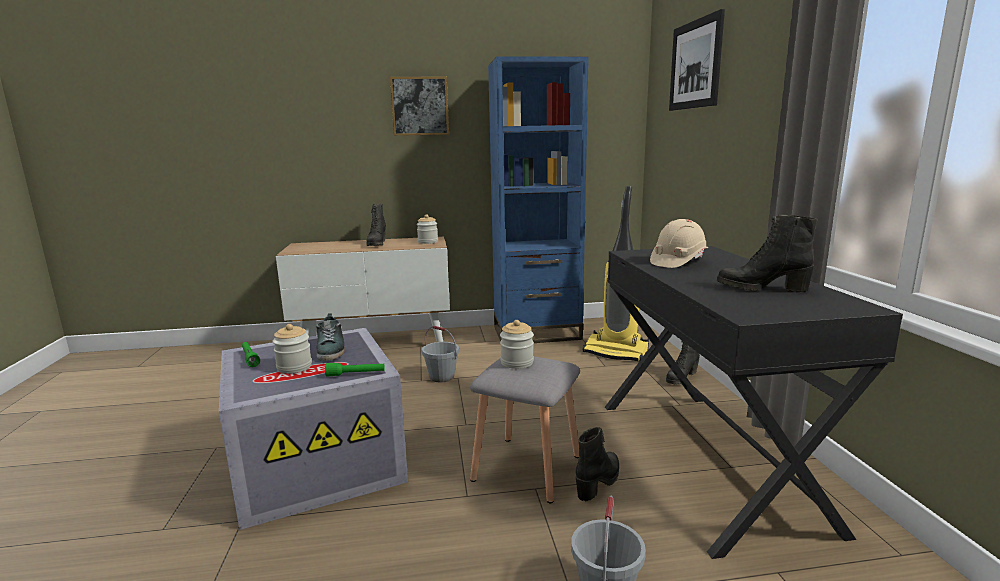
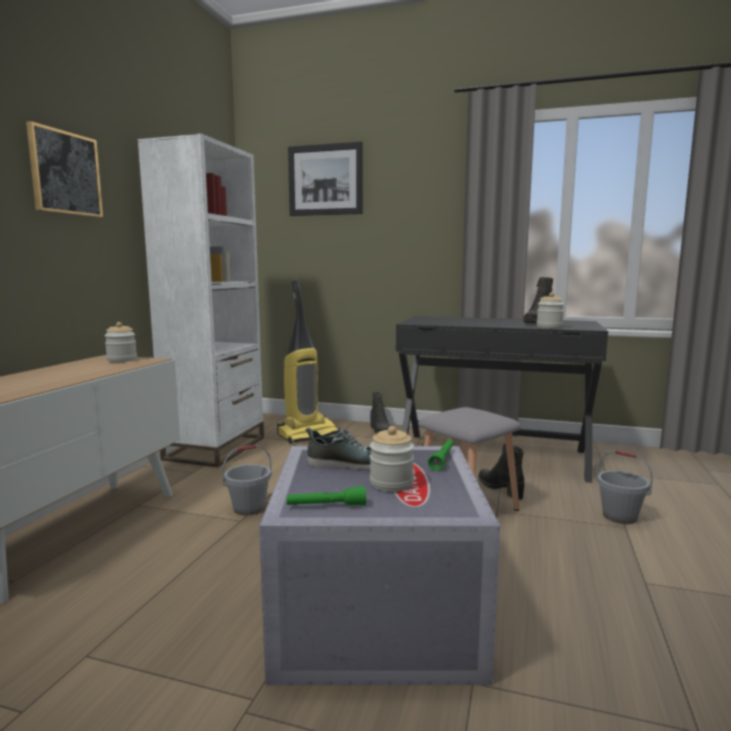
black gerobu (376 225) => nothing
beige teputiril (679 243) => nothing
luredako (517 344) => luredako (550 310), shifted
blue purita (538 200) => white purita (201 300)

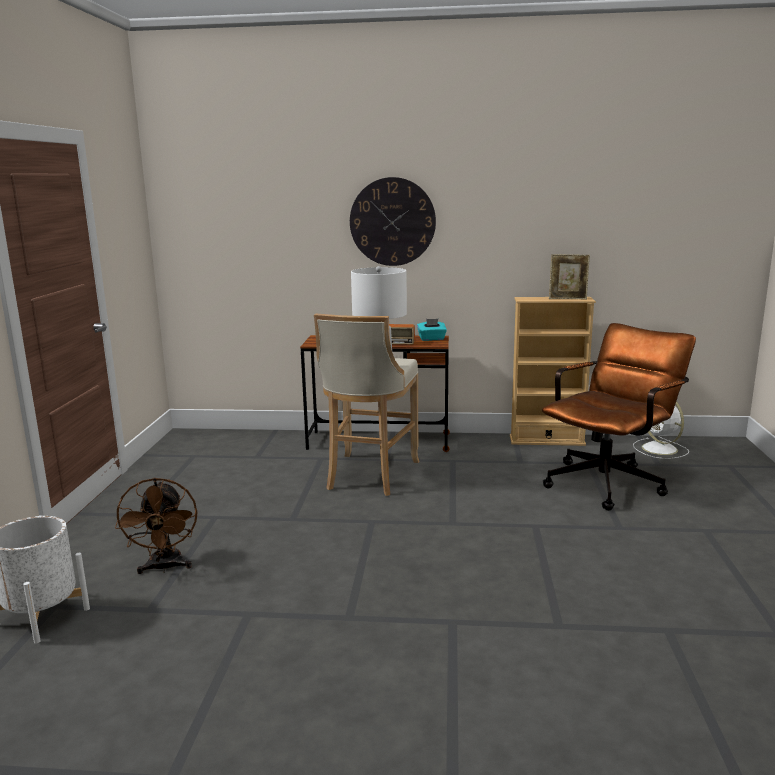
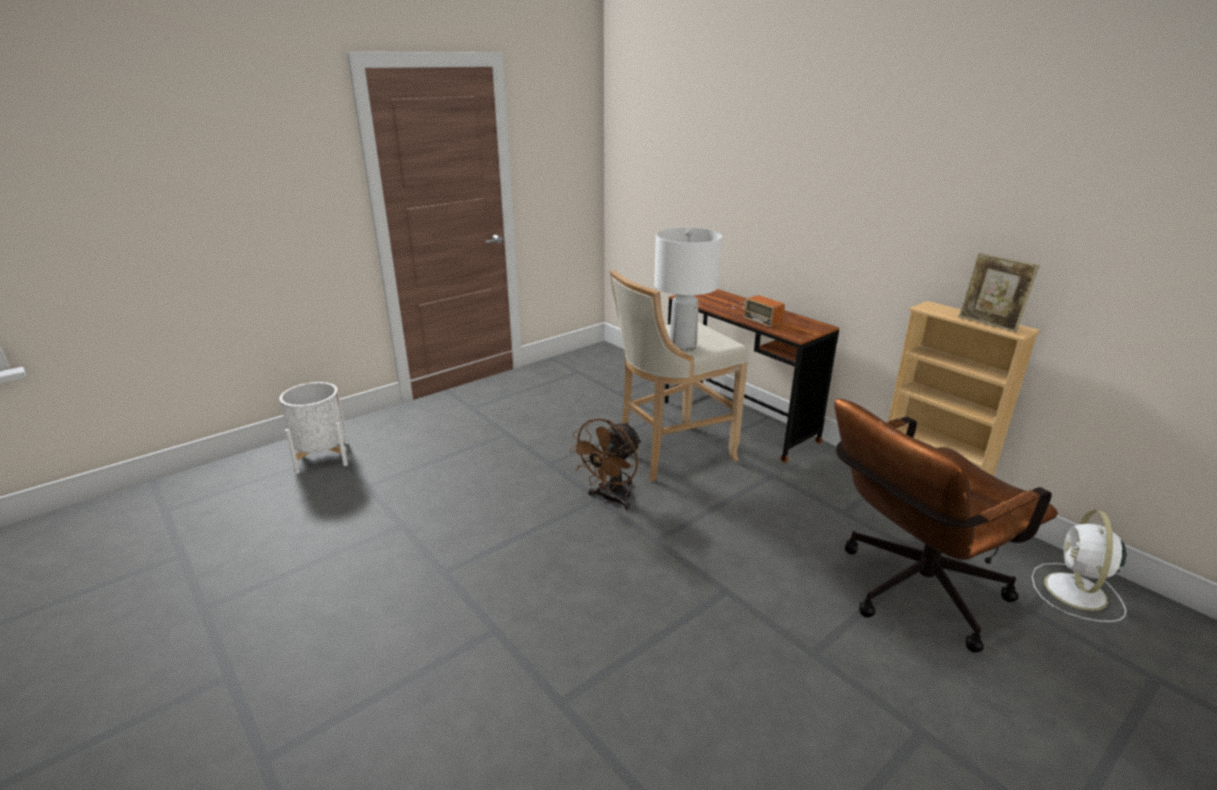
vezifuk (393 221) => nothing
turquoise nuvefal (432 330) => nothing
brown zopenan (156 525) => brown zopenan (605 464), shifted
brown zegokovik (619 417) => brown zegokovik (946 525), 150 degrees clockwise

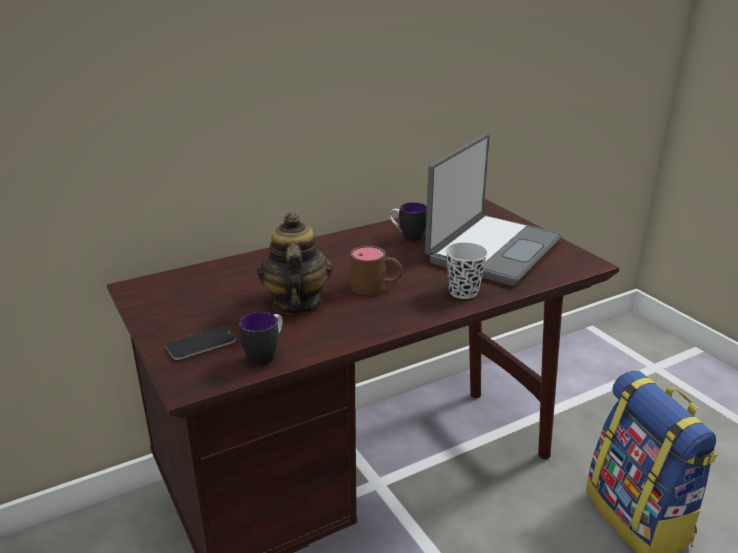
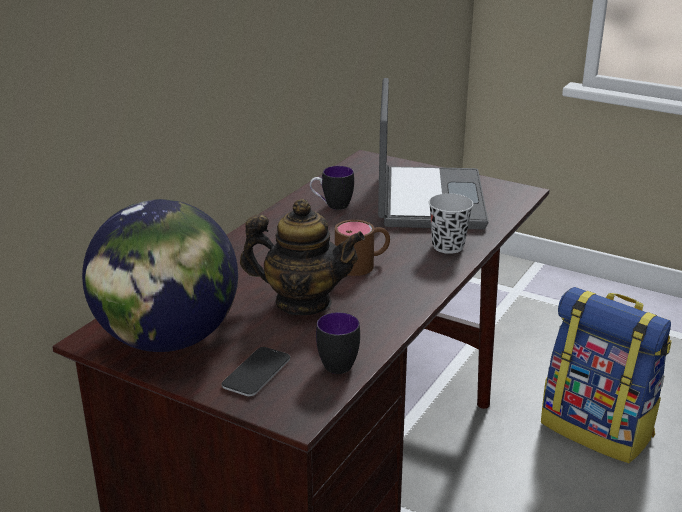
nothing => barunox (160 275)
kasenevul (295 263) => kasenevul (302 257), 135 degrees clockwise

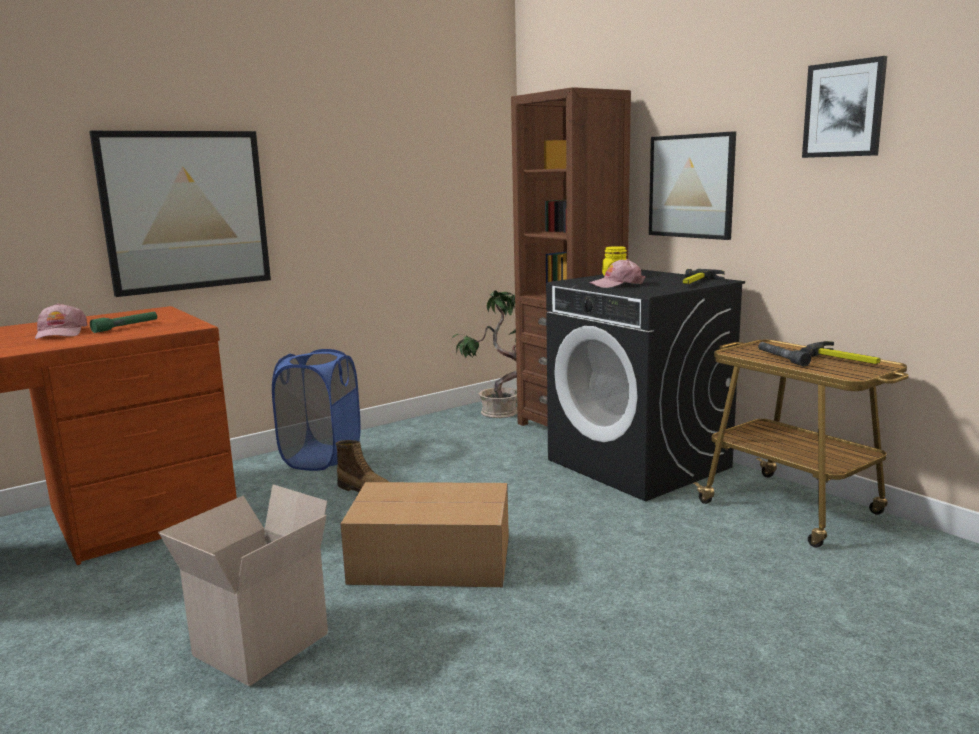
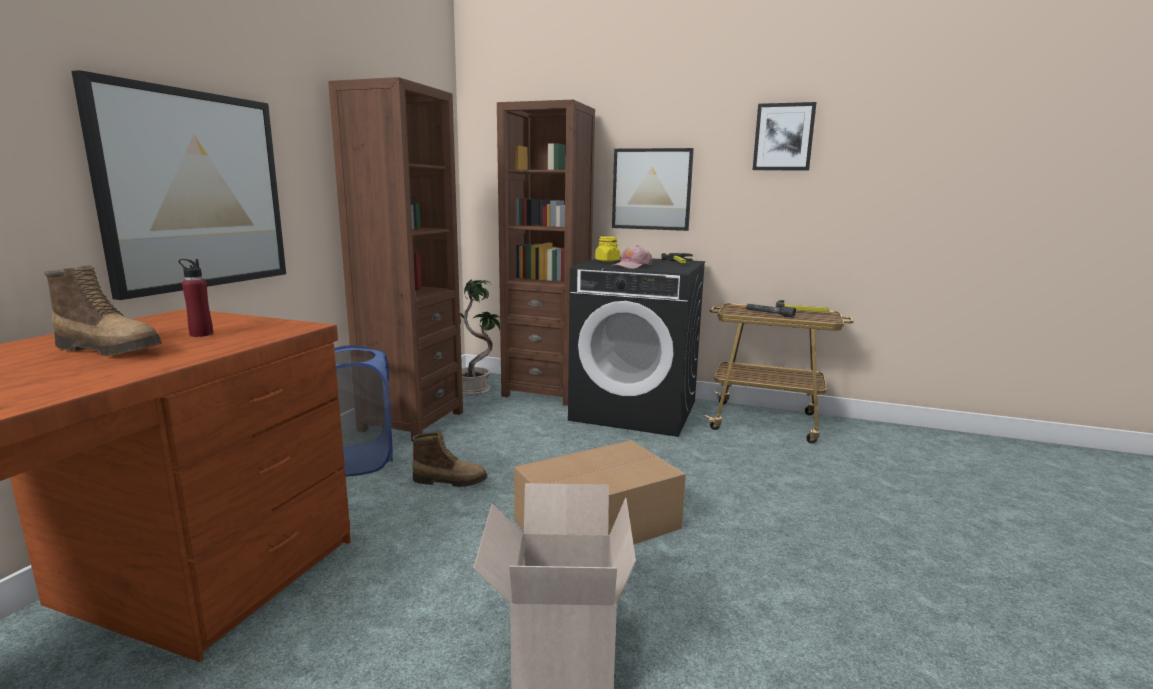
nothing => brown purita (395 259)
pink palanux (61 321) => gerobu (103 311)
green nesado (123 322) => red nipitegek (196 298)

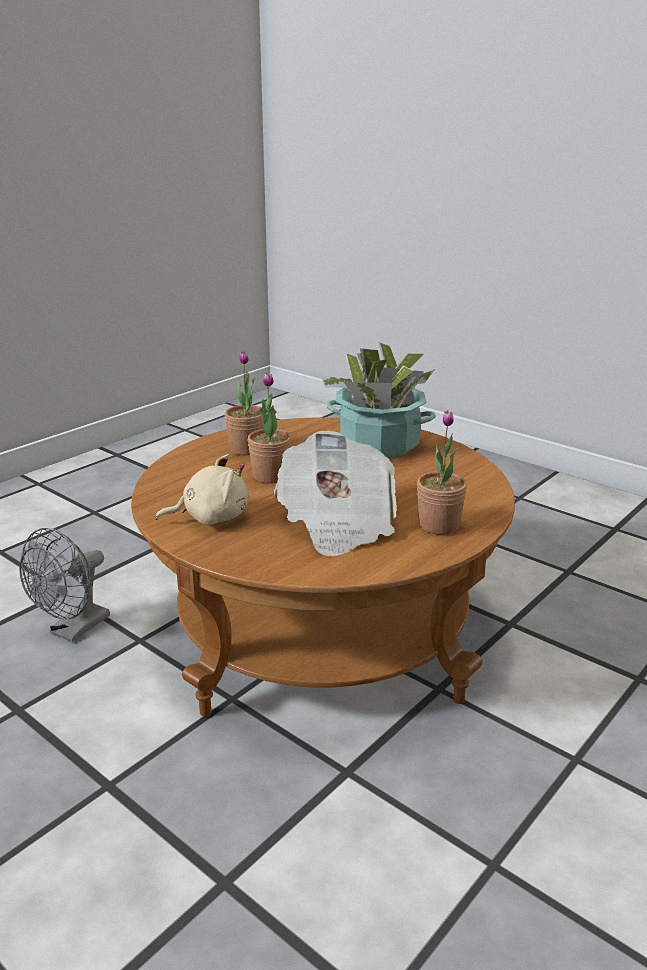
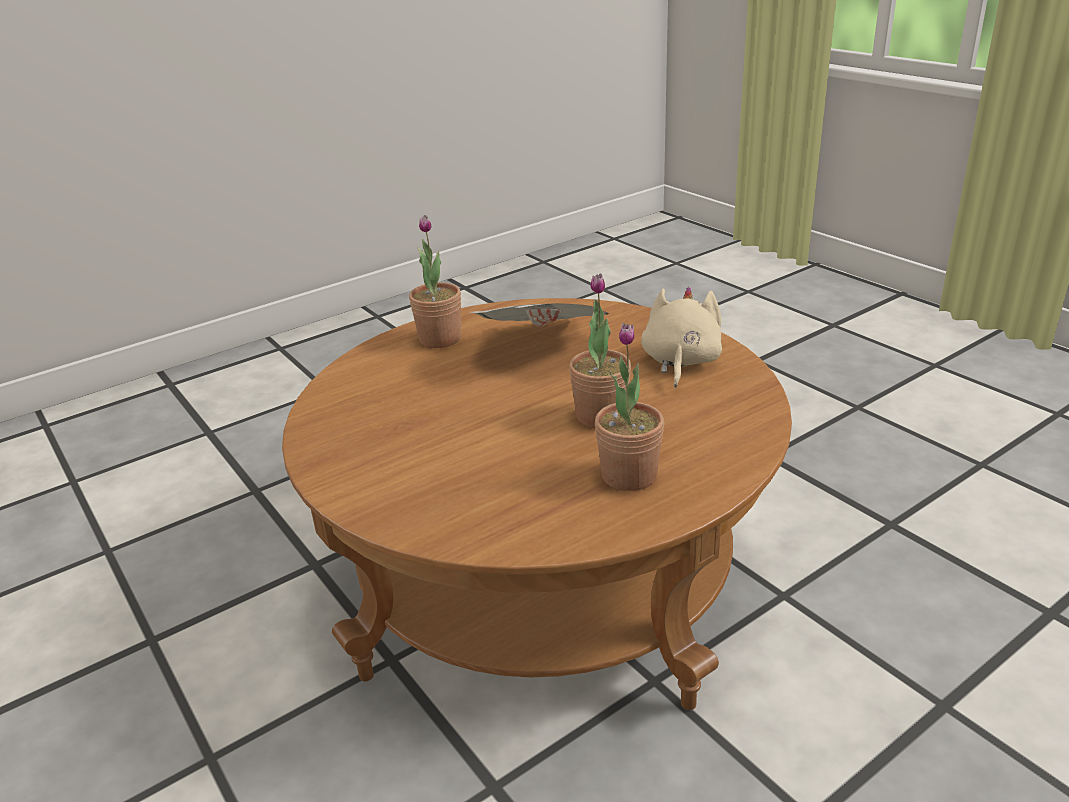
grey zopenan (64 585) => nothing
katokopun (378 400) => nothing
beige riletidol (202 489) => beige riletidol (681 337), 105 degrees clockwise

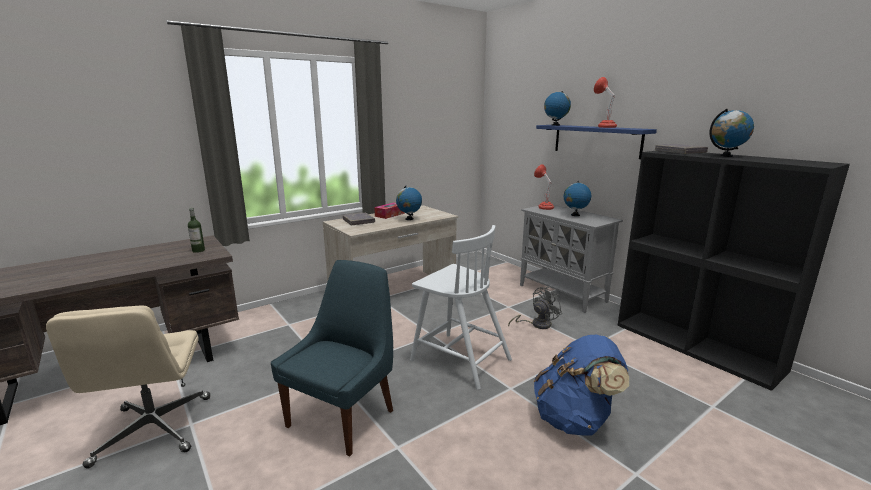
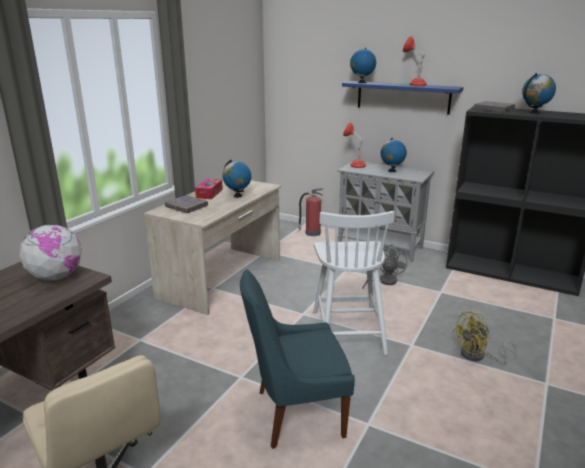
nothing => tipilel (310 212)
nipitegek (196 230) => barunox (51 252)
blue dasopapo (581 385) => yellow zopenan (485 337)
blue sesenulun (332 358) => blue sesenulun (297 359), 105 degrees counterclockwise
white sesenulun (461 307) => white sesenulun (354 283), 75 degrees clockwise

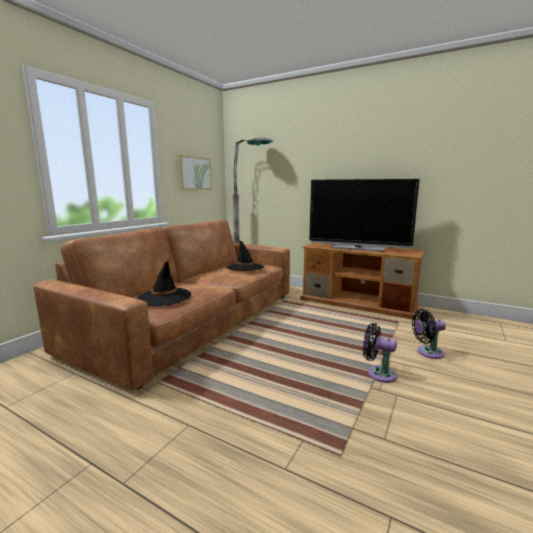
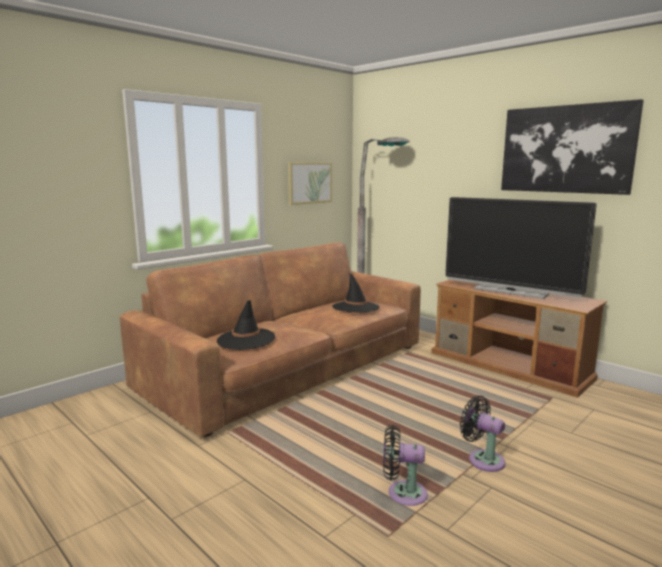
nothing => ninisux (572 147)
black zopenan (429 334) => black zopenan (405 465), shifted

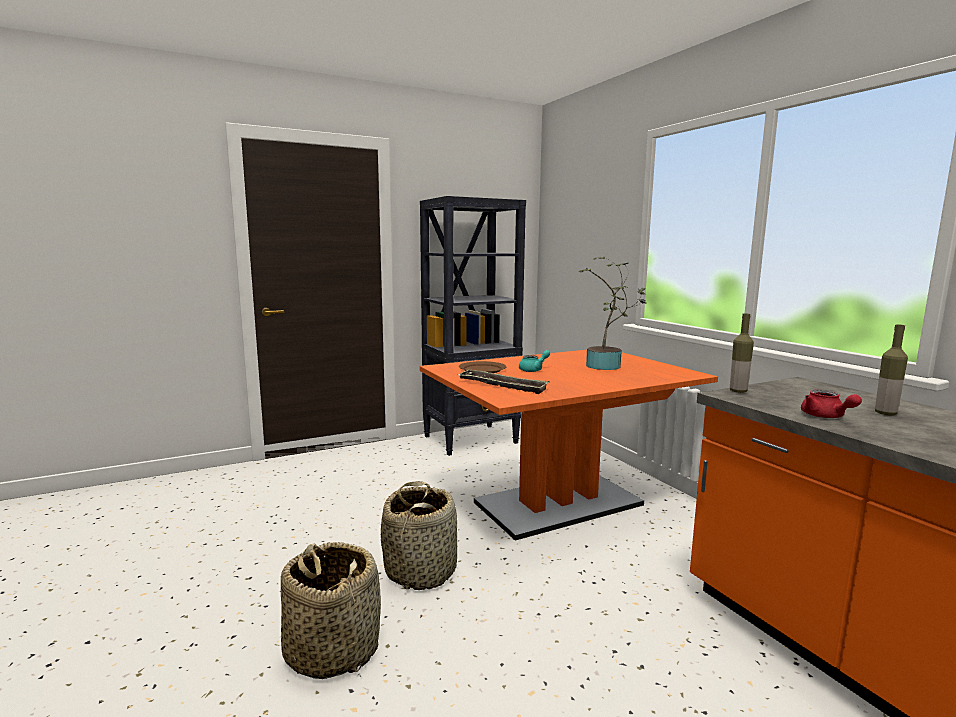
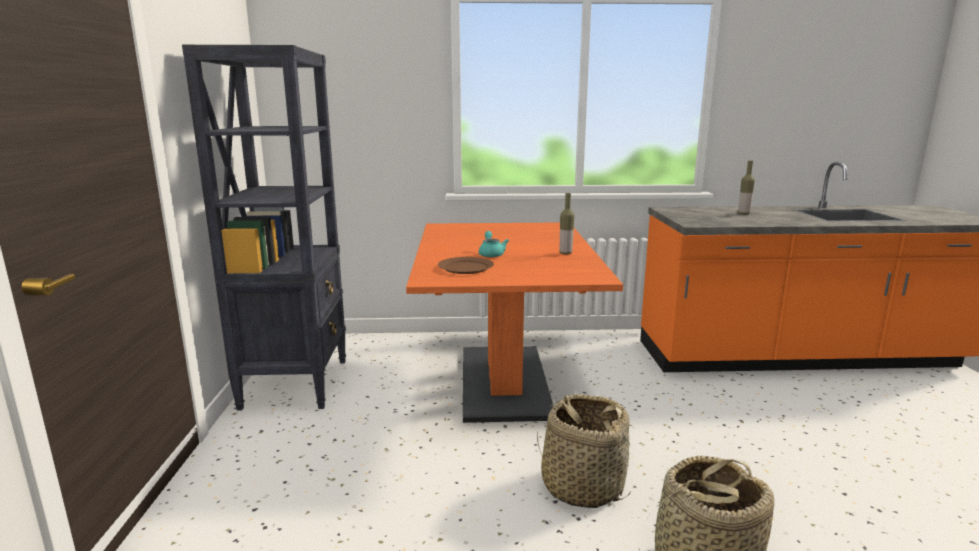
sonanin (503 381) => nothing
katokopun (612 313) => nothing
red kasenevul (831 404) => nothing
nipitegek (742 353) => nipitegek (567 224), shifted

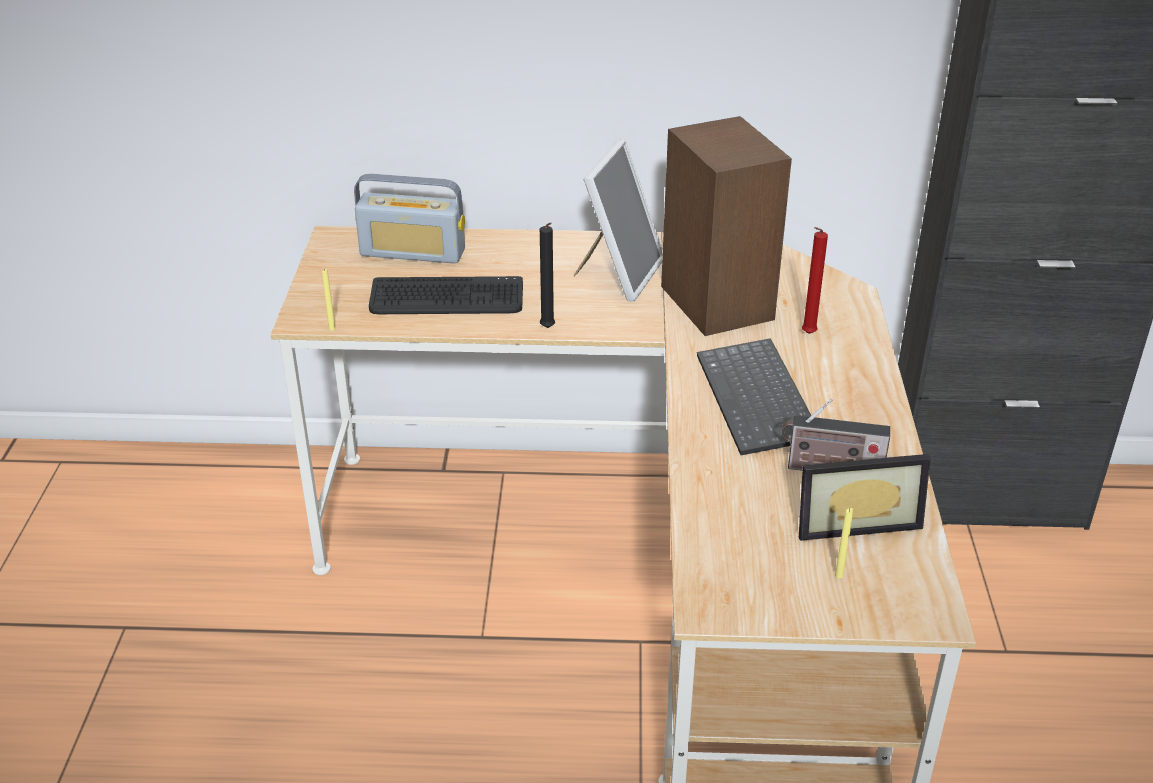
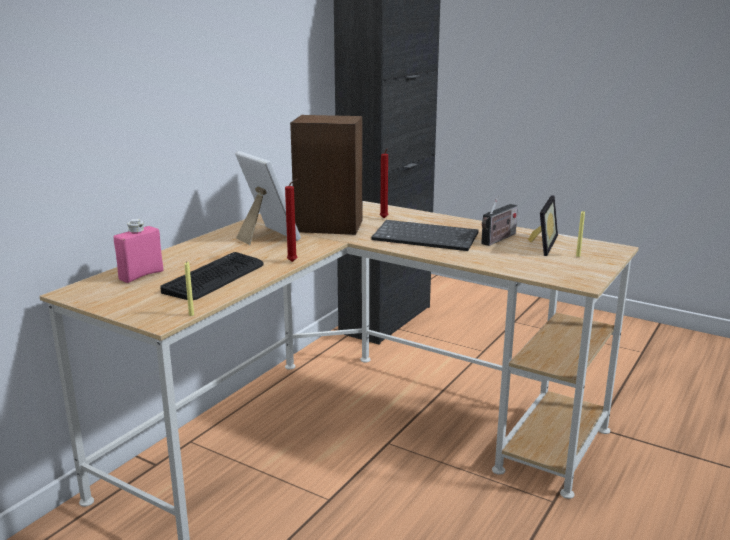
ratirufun (409 219) => pink nipitegek (138 251)
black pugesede (547 275) => red pugesede (291 220)

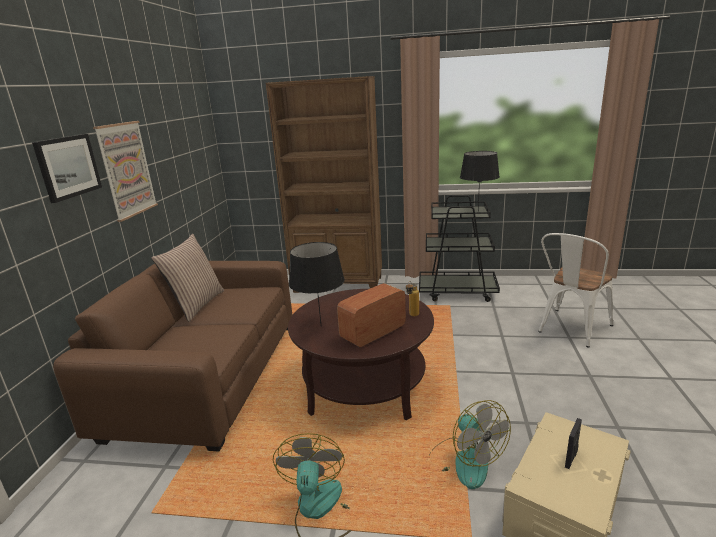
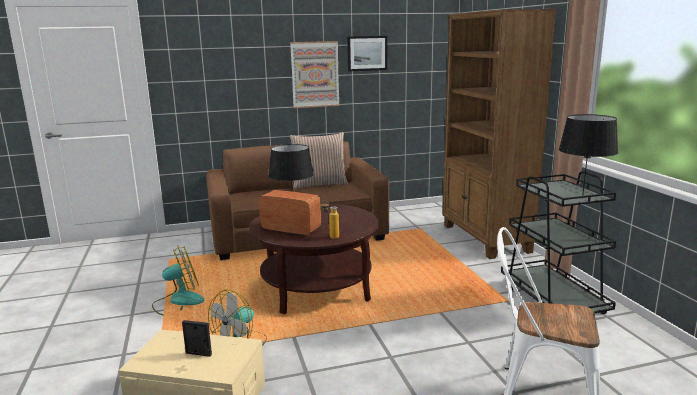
ninisux (67 168) => ninisux (367 53), shifted

